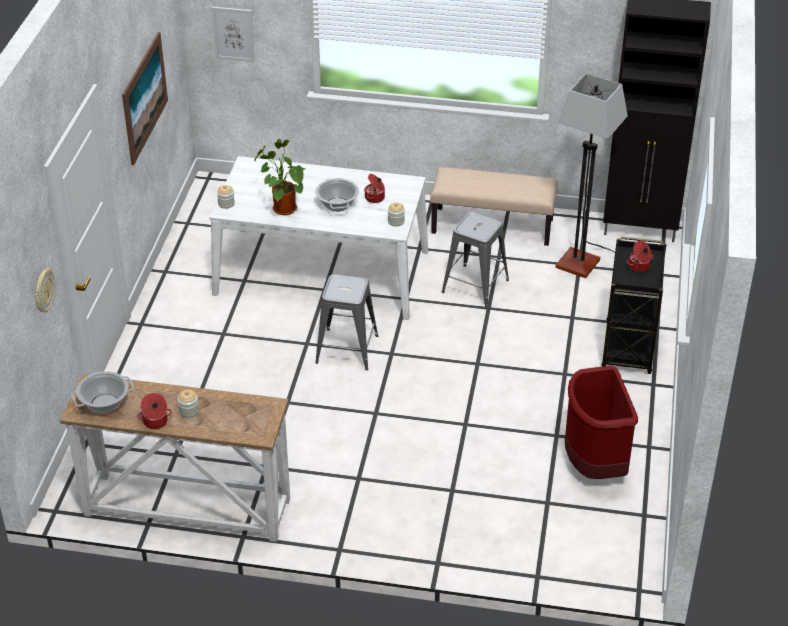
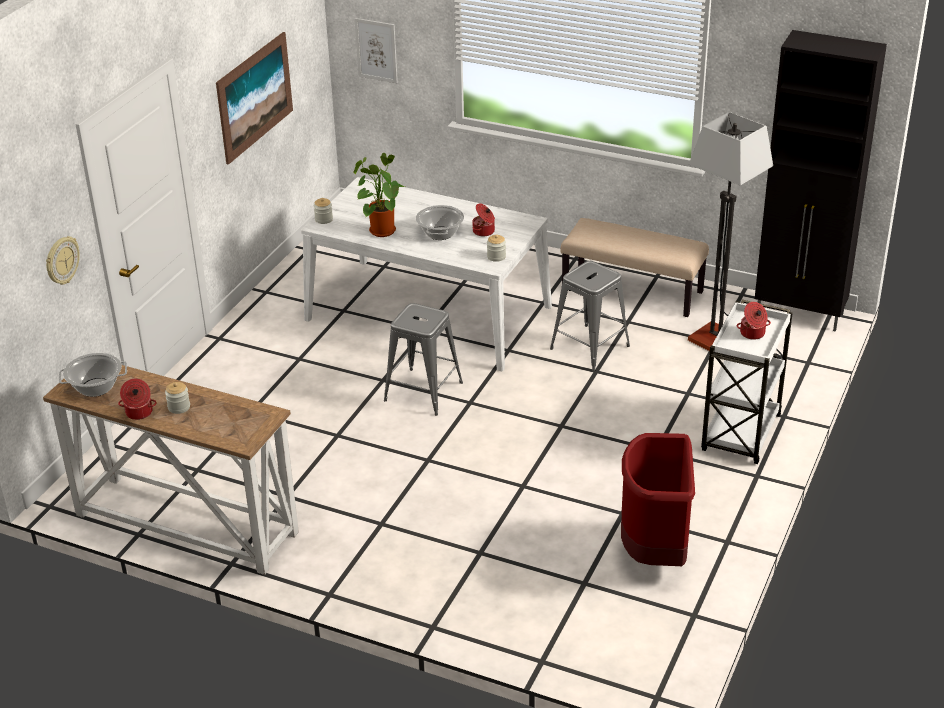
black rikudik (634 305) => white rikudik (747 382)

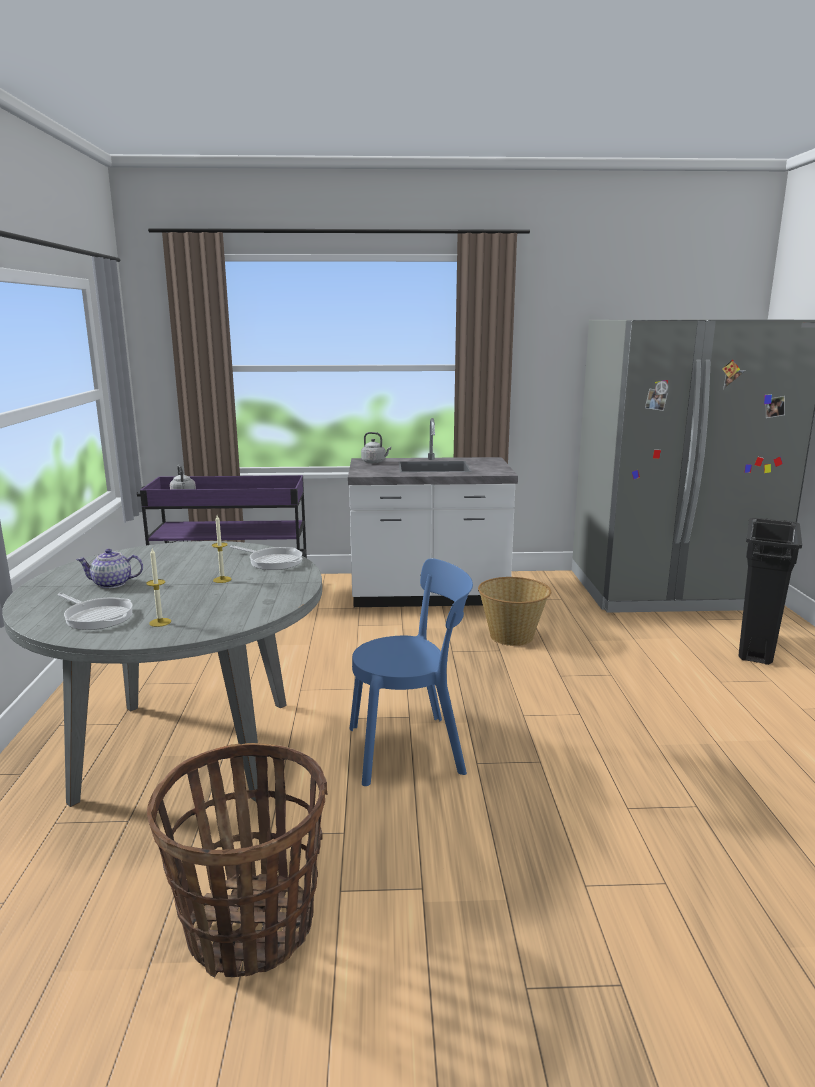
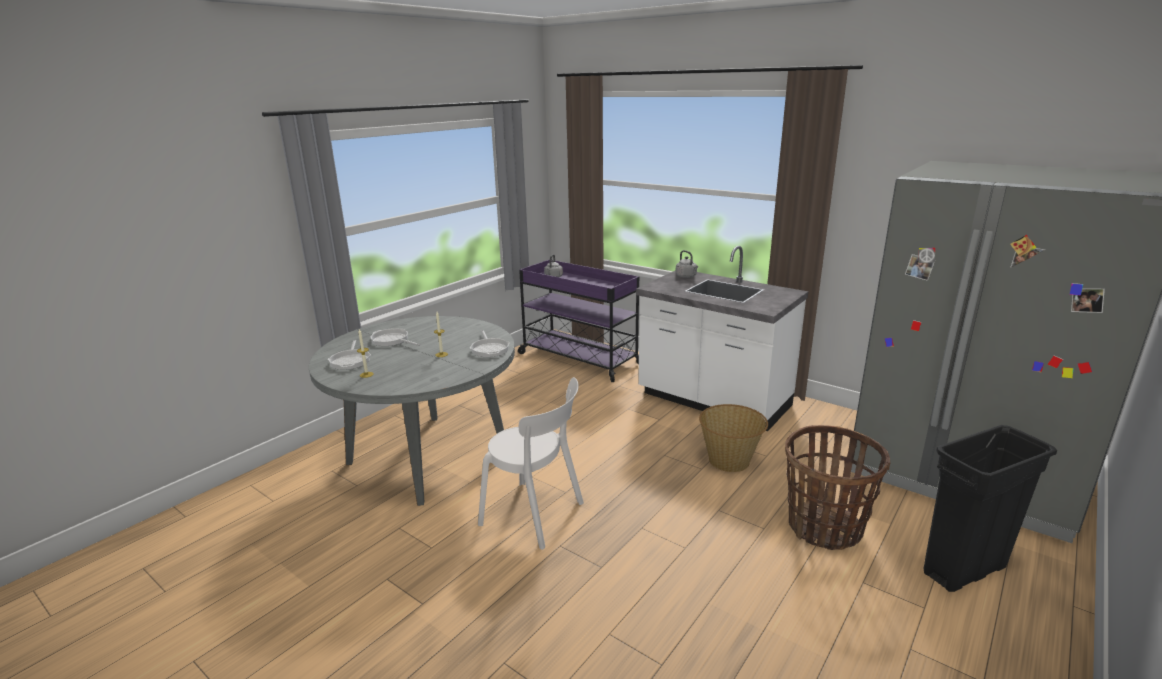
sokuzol (237 860) => sokuzol (838 487), shifted
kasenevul (109 569) => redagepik (396 337)
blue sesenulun (411 672) => white sesenulun (531 463)

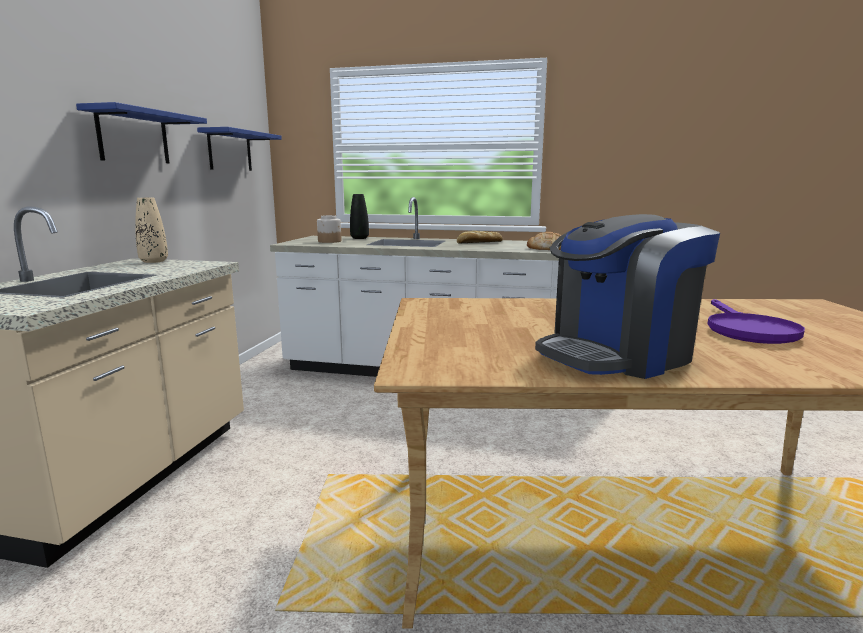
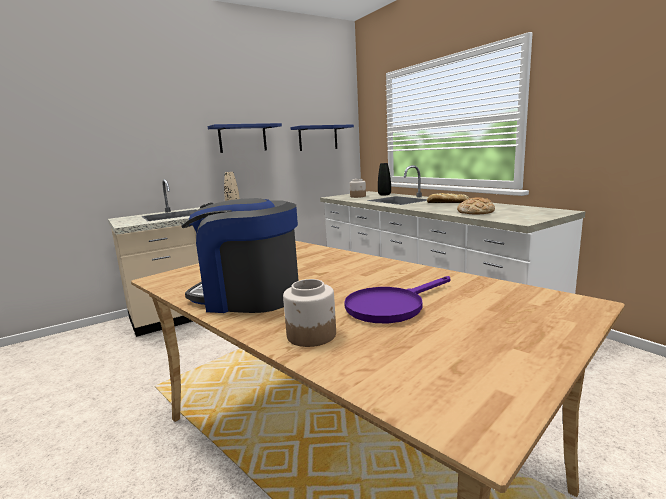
nothing => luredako (309 313)

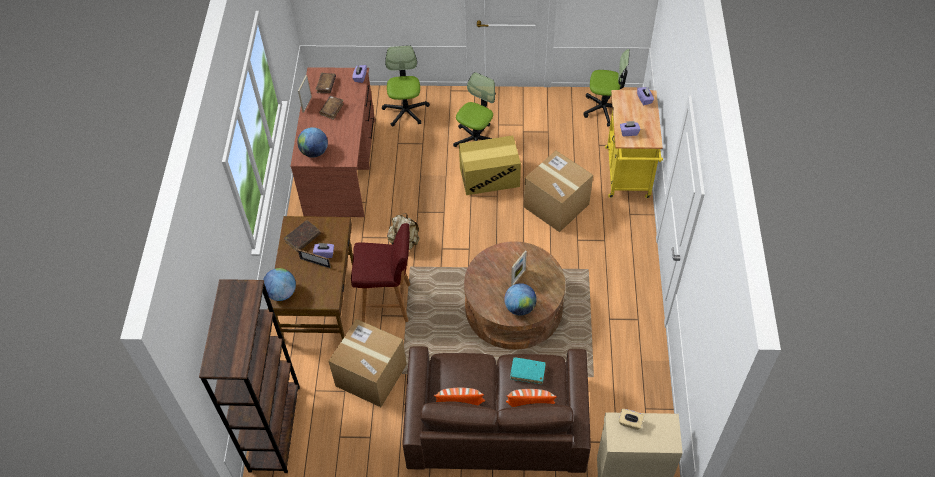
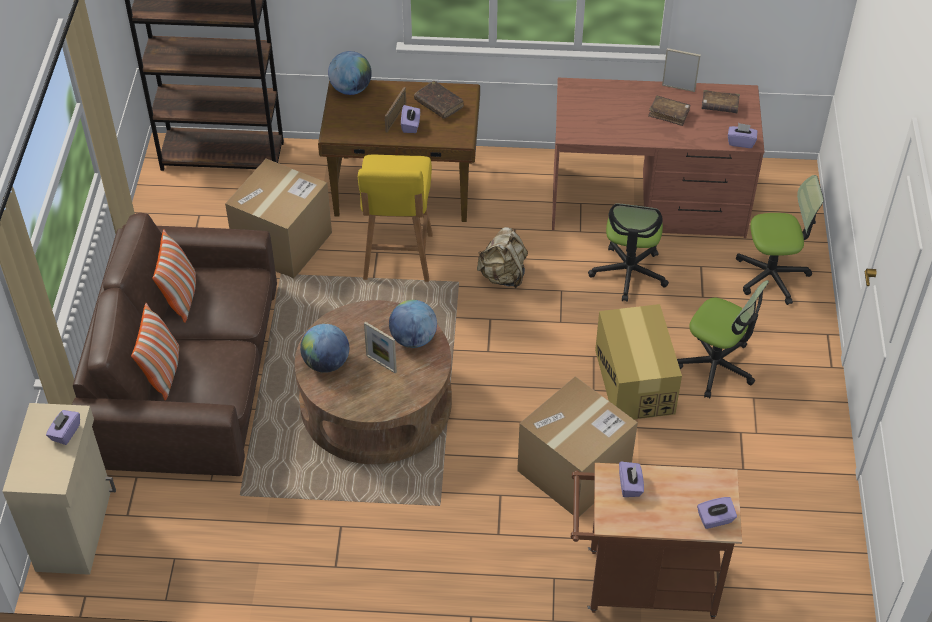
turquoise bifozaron (528 370) => nothing
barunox (312 142) => barunox (413 324), shifted
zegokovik (607 88) => zegokovik (628 253), shifted
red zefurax (380 272) => yellow zefurax (395 218)
yellow rikudik (634 144) => brown rikudik (656 541)
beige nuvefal (631 419) => purple nuvefal (63 427)

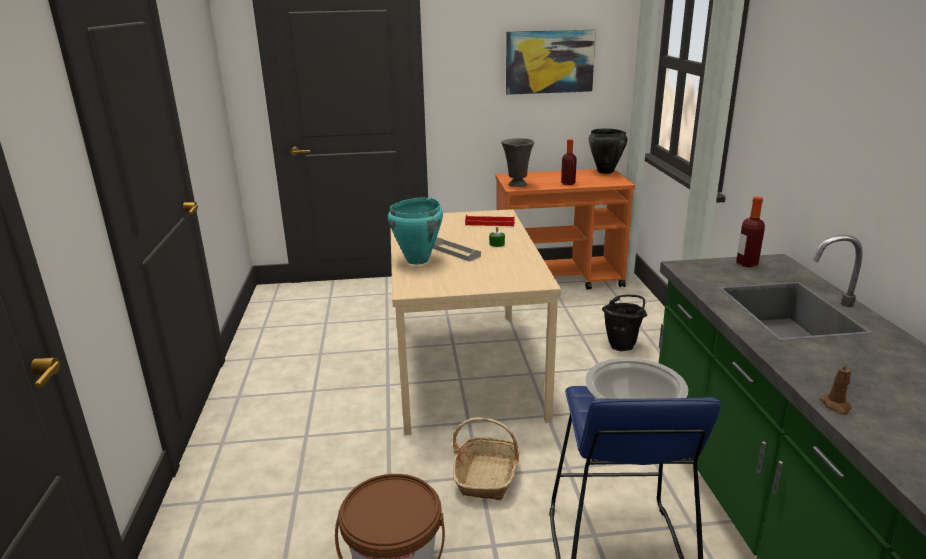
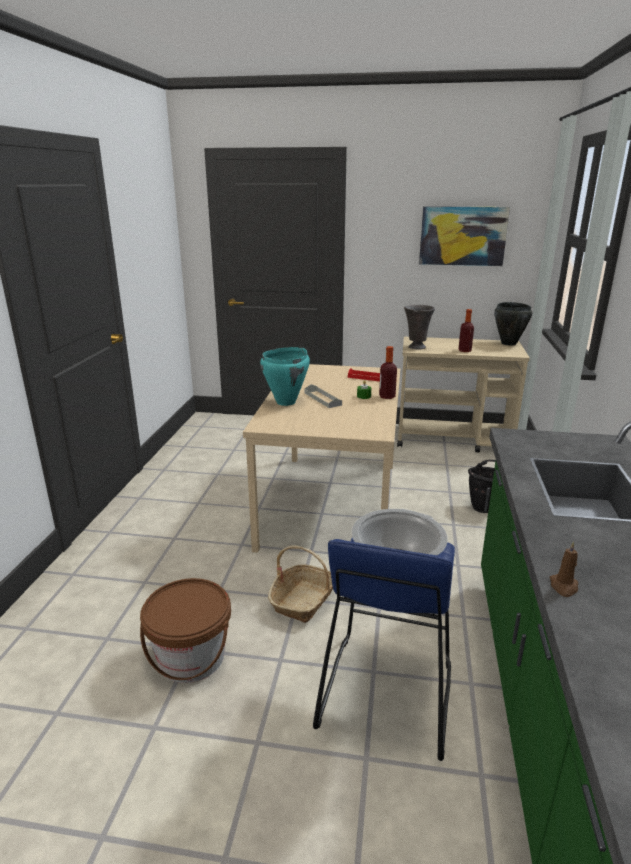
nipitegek (750 231) => nipitegek (388 372), shifted
orange rikudik (565 229) => beige rikudik (463 394)

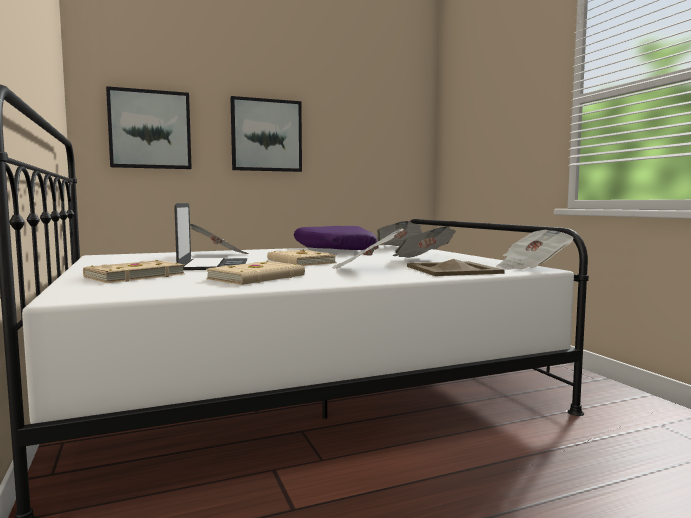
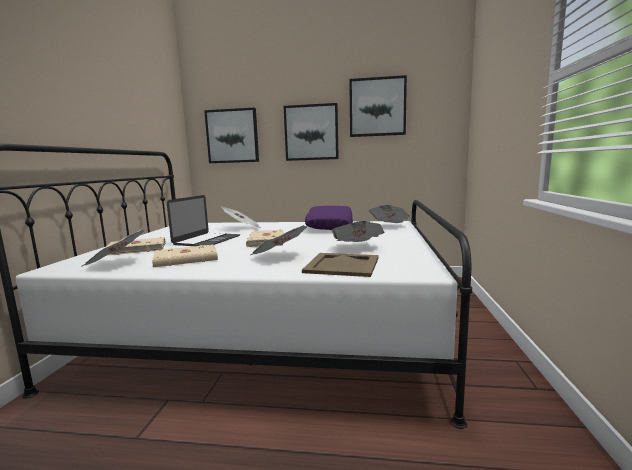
nothing => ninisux (378 106)
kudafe (534 250) => kudafe (113 248), shifted

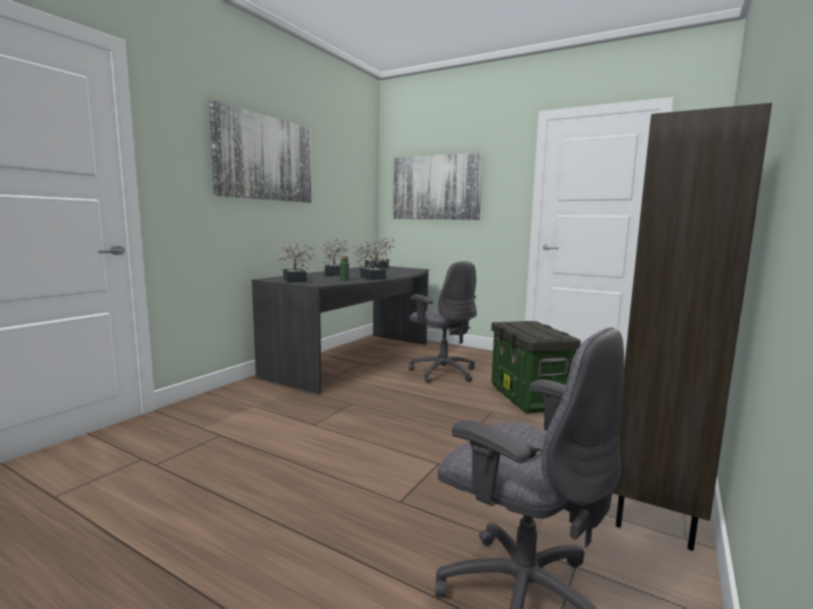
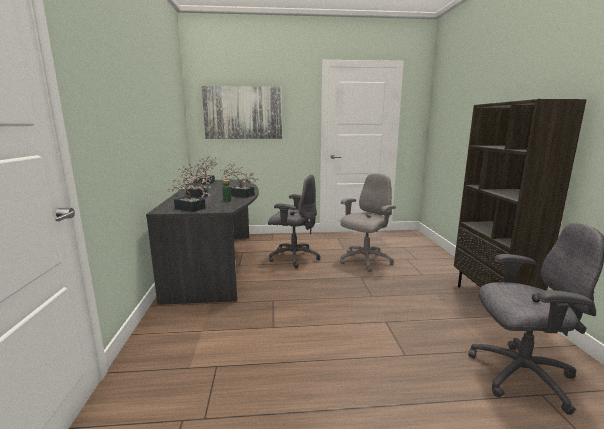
ninisux (260 151) => nothing
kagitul (536 367) => grey zegokovik (368 222)

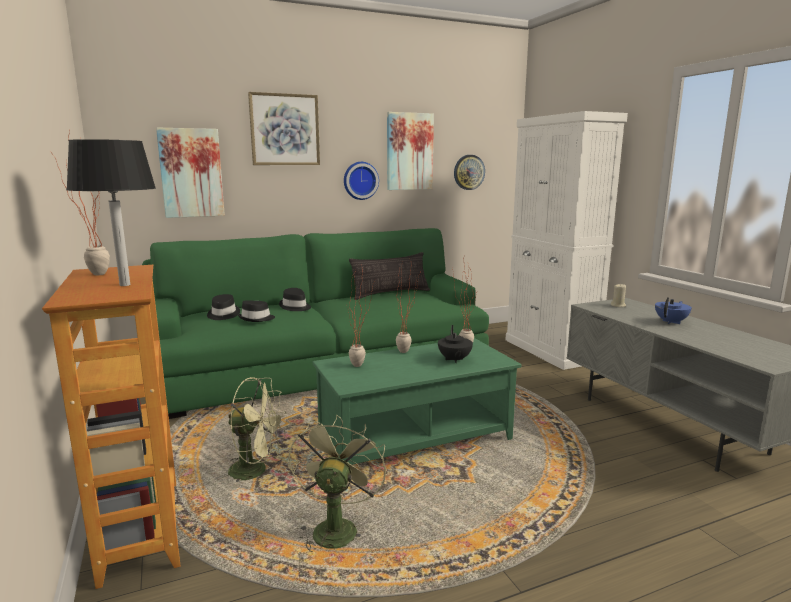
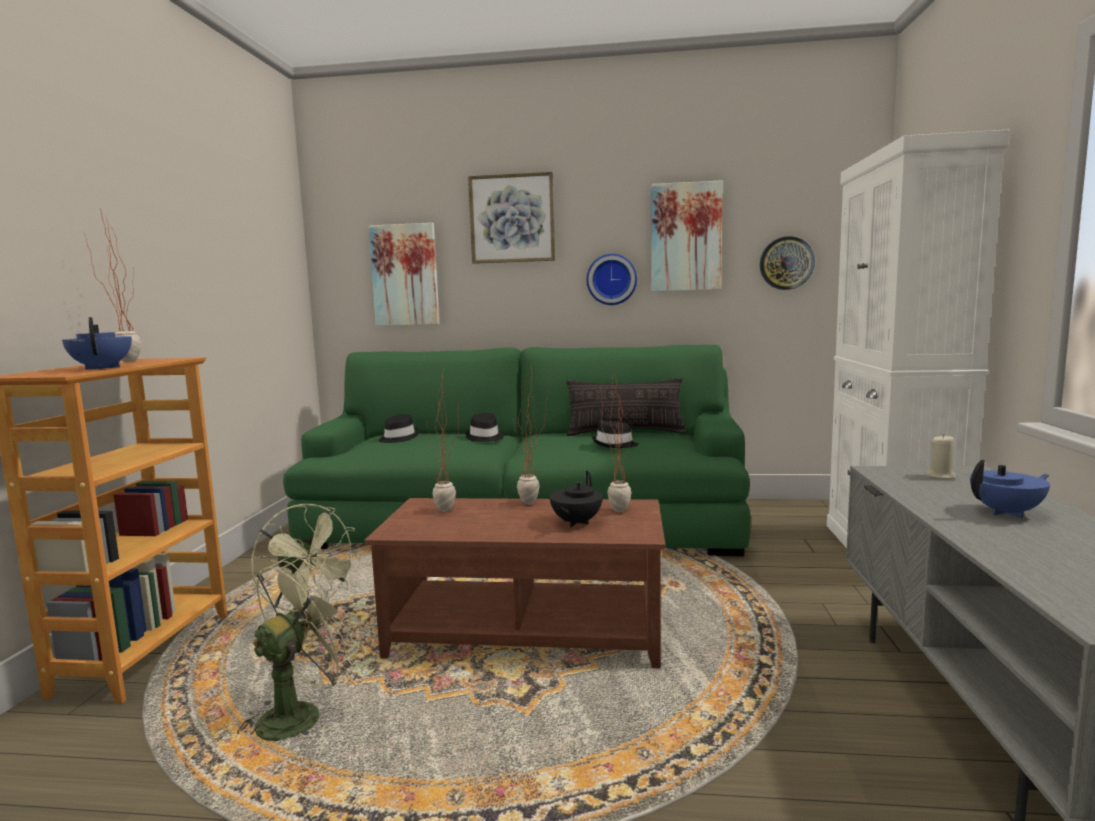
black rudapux (256 311) => black rudapux (615 434), shifted
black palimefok (111 212) => blue kasenevul (97 343)
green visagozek (417 401) => brown visagozek (515 583)

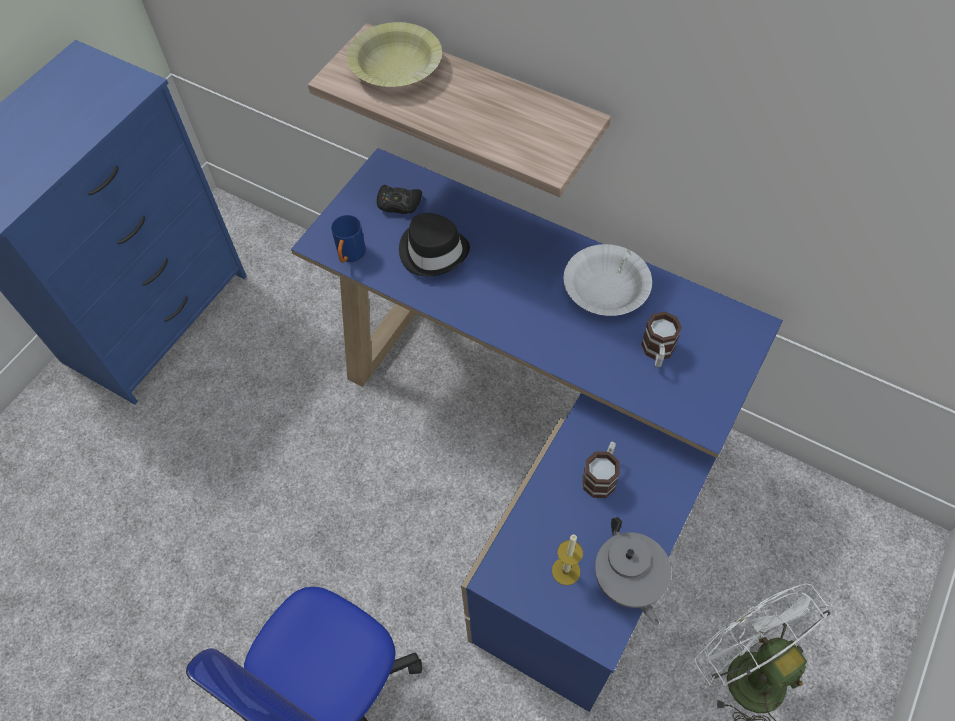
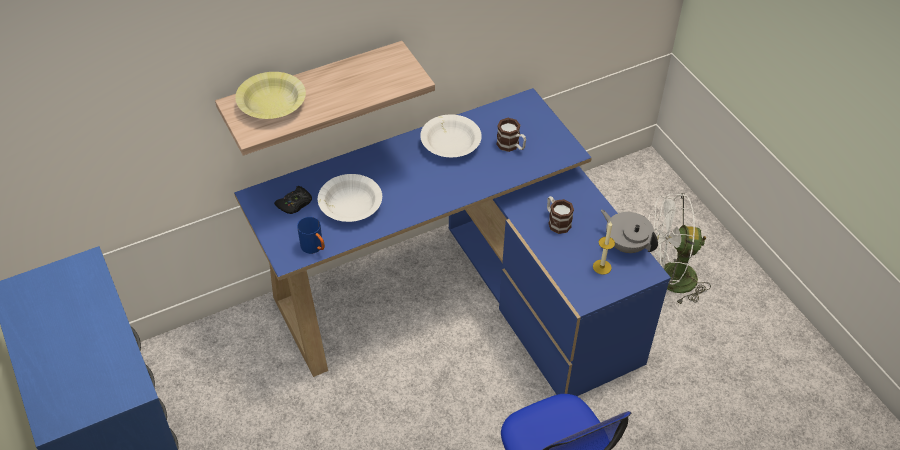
black rudapux (434 244) => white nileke (350 198)
grey kasenevul (633 571) => grey kasenevul (629 231), 150 degrees counterclockwise

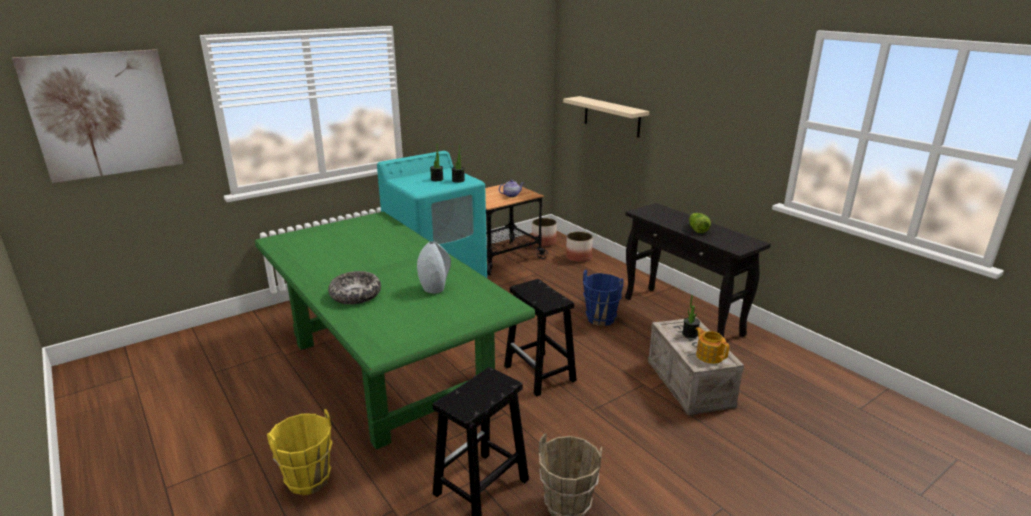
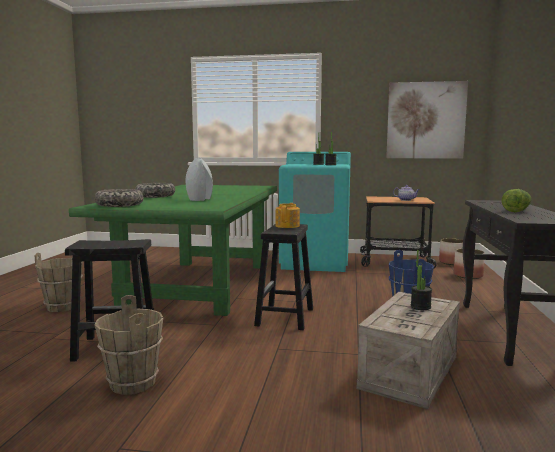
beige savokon (606 117) => nothing
nothing => nileke (118 198)
ninisux (97 116) => ninisux (427 120), shifted
kasenevul (712 345) => kasenevul (287 215), shifted
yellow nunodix (300 452) => brown nunodix (59 282)

